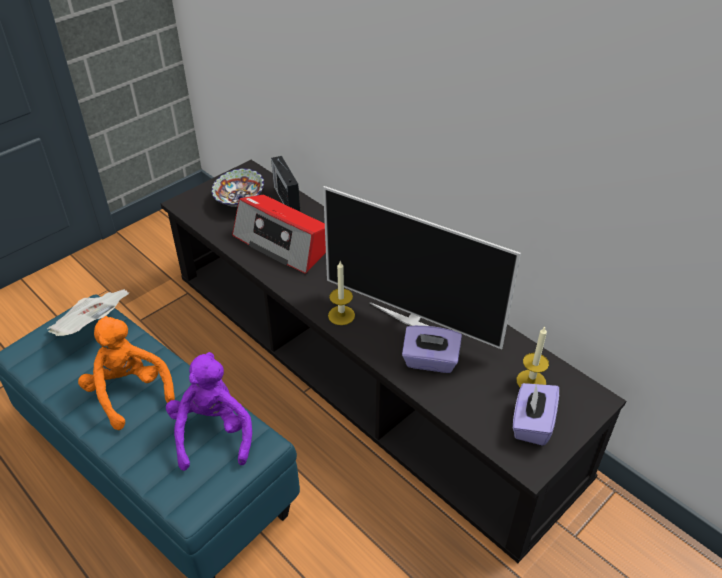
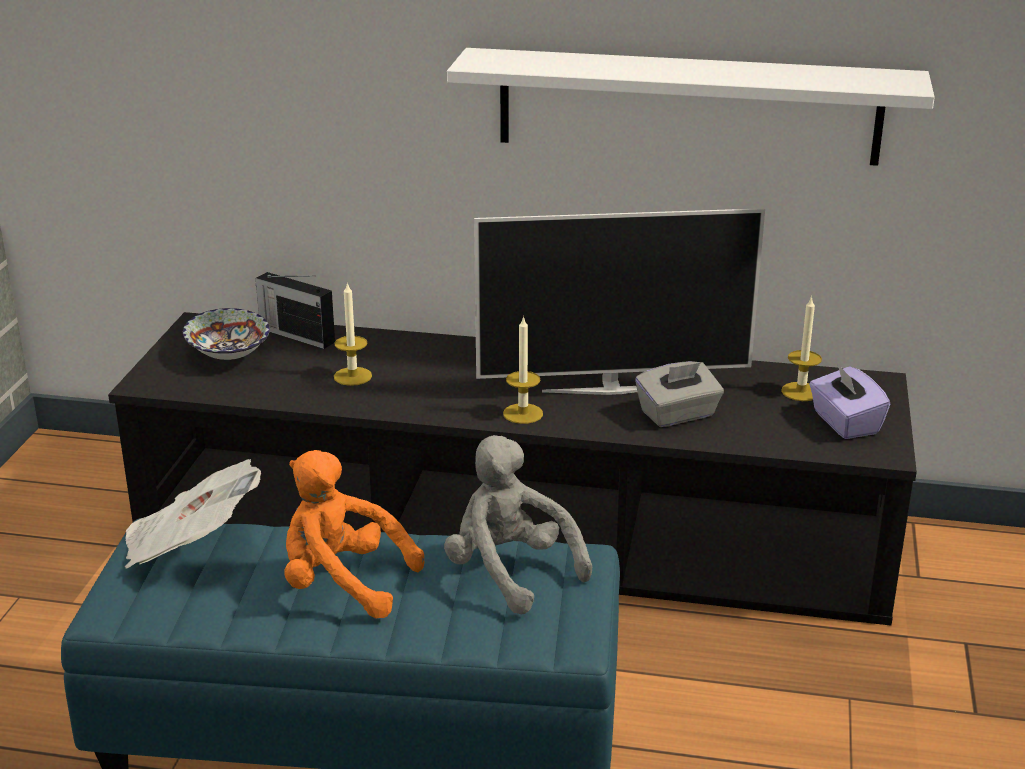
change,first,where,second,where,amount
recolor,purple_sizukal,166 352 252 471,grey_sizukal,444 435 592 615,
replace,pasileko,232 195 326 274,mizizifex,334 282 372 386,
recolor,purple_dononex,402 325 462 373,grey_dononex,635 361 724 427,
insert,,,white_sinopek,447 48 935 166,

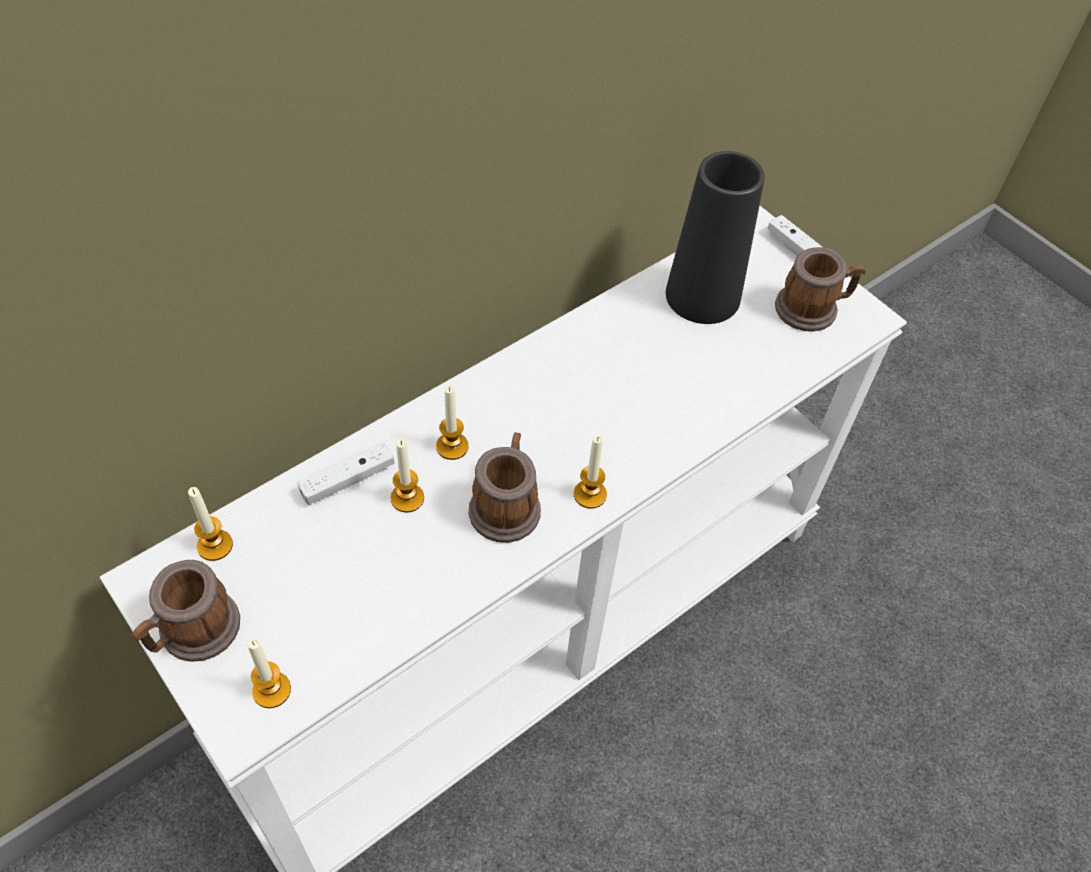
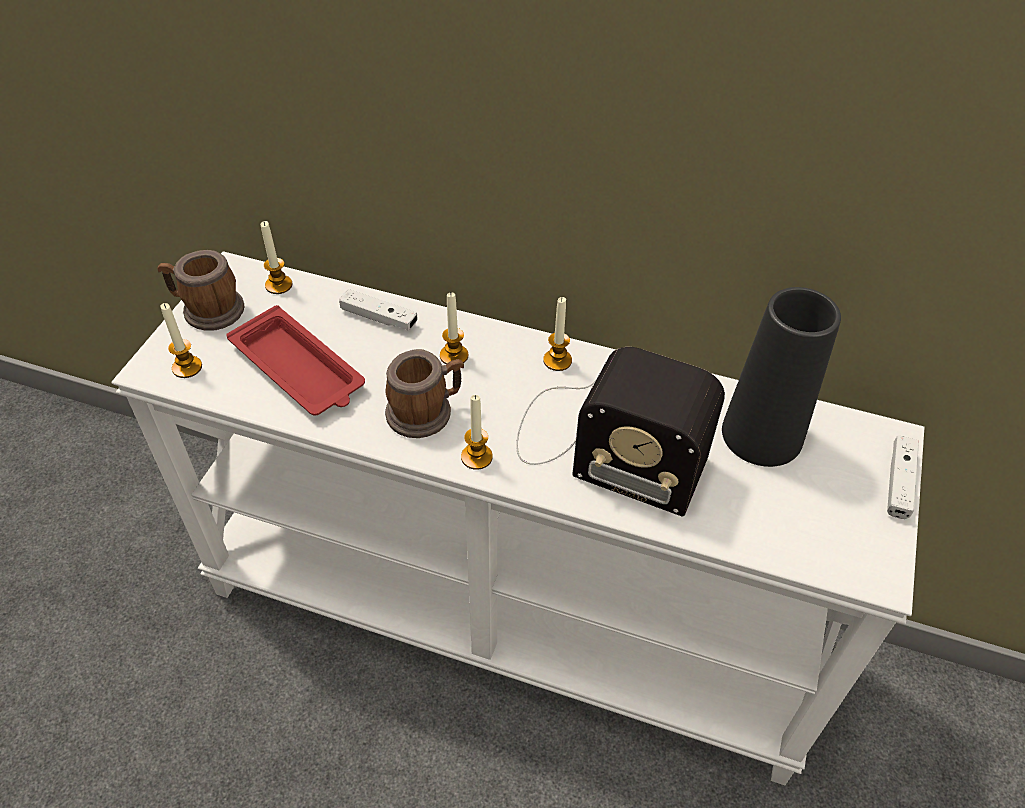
change,first,where,second,where,amount
move,mizizifex,390 439 424 513,,543 297 572 371,
delete,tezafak,775 247 866 332,,,
insert,,,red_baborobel,226 305 365 415,
insert,,,pasileko,516 347 725 517,

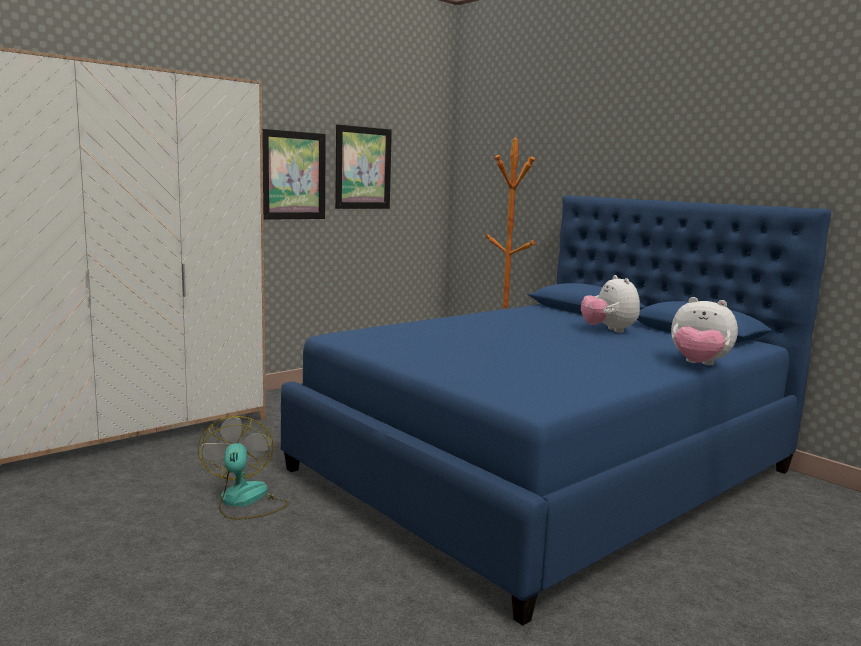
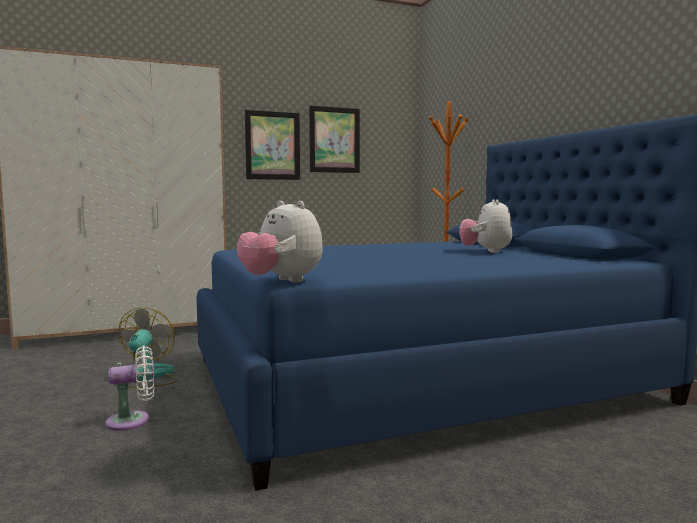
change,first,where,second,where,amount
move,sizukal,671 297 738 365,,237 201 323 282,
insert,,,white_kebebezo,105 345 154 431,

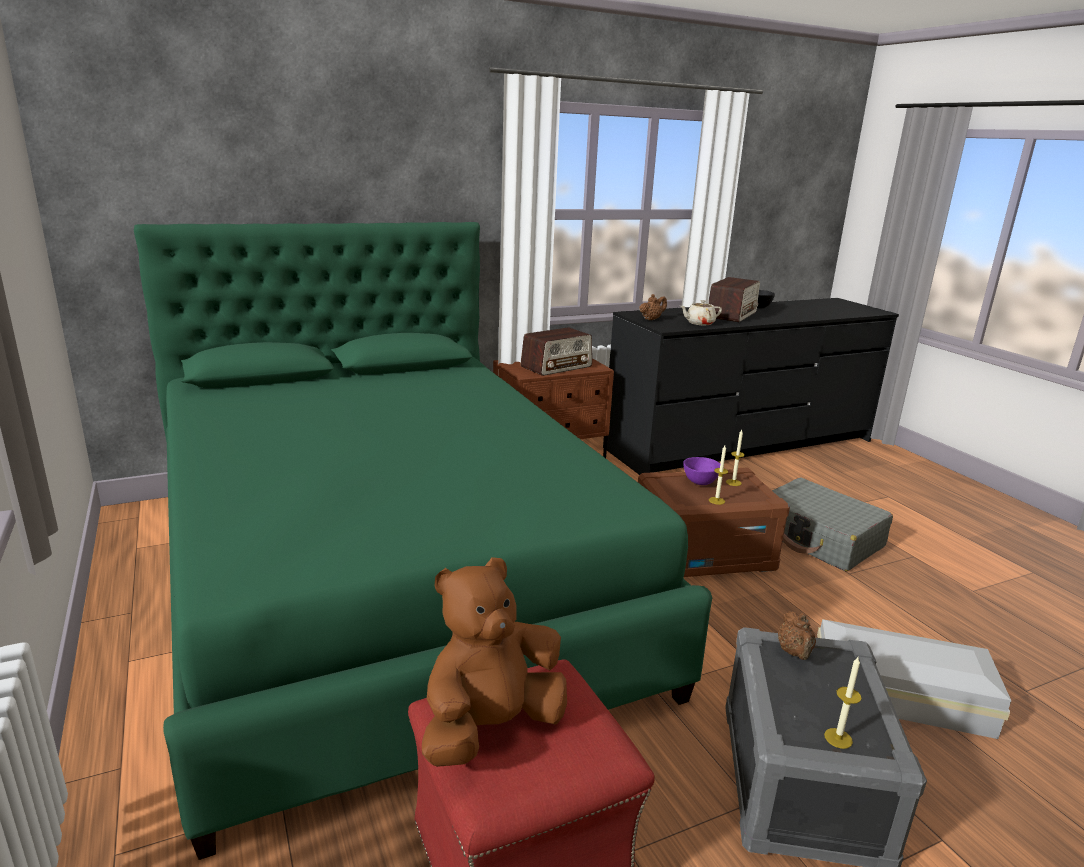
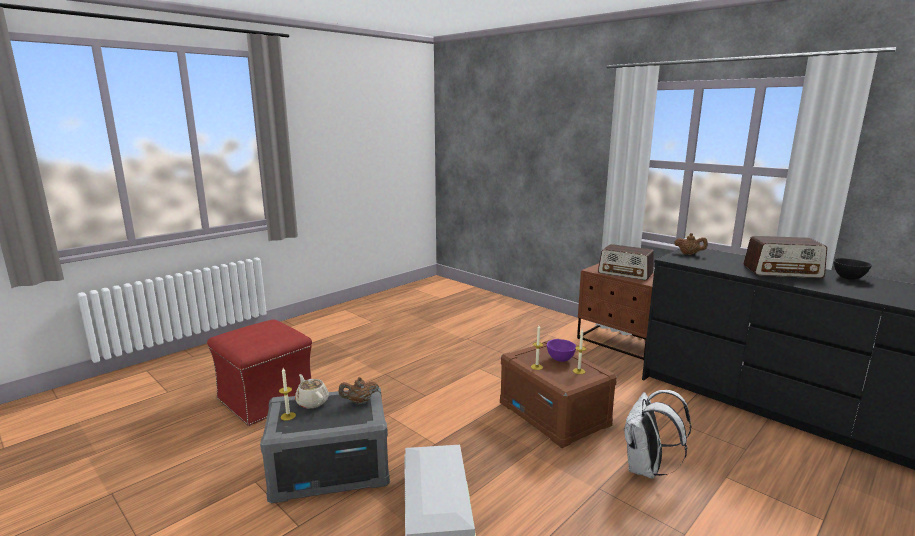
change,first,where,second,where,amount
delete,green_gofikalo,134 222 712 860,,,
delete,brown_sizukal,422 557 567 767,,,
move,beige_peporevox,680 300 722 325,,295 374 329 408,
replace,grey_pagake,772 478 893 571,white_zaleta,623 390 692 479,

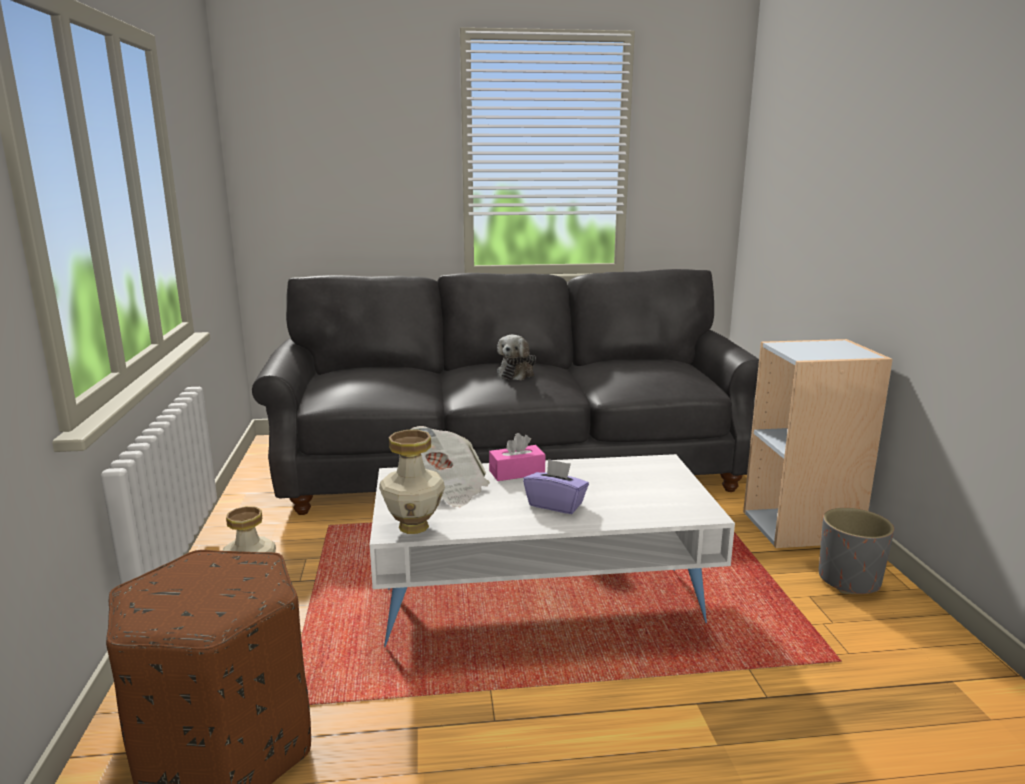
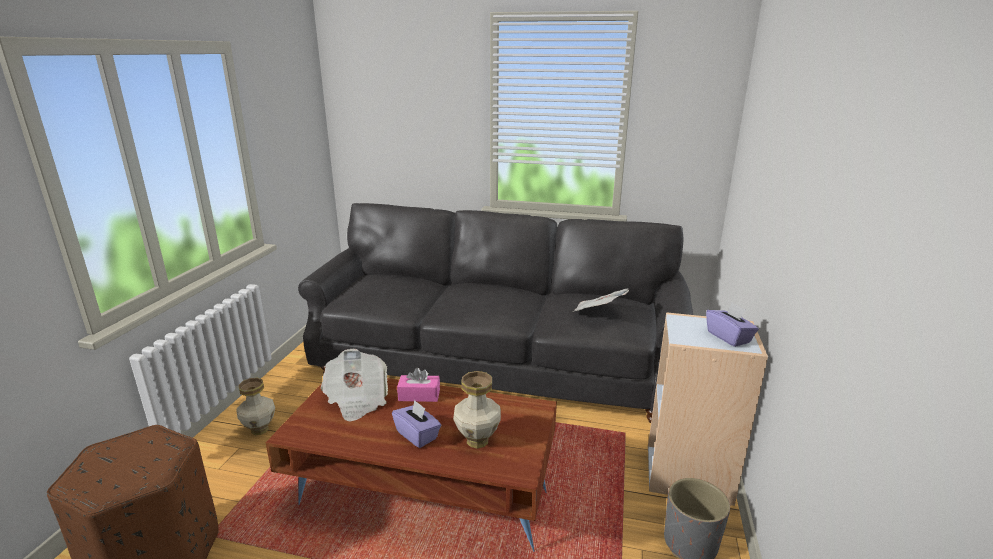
change,first,where,second,where,amount
recolor,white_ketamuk,370 454 735 647,brown_ketamuk,266 378 557 552,
move,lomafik,379 430 445 534,,453 371 501 448,
delete,sizukal,497 334 536 380,,,
insert,,,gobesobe,572 288 629 312,
insert,,,purple_dononex,706 302 759 347,

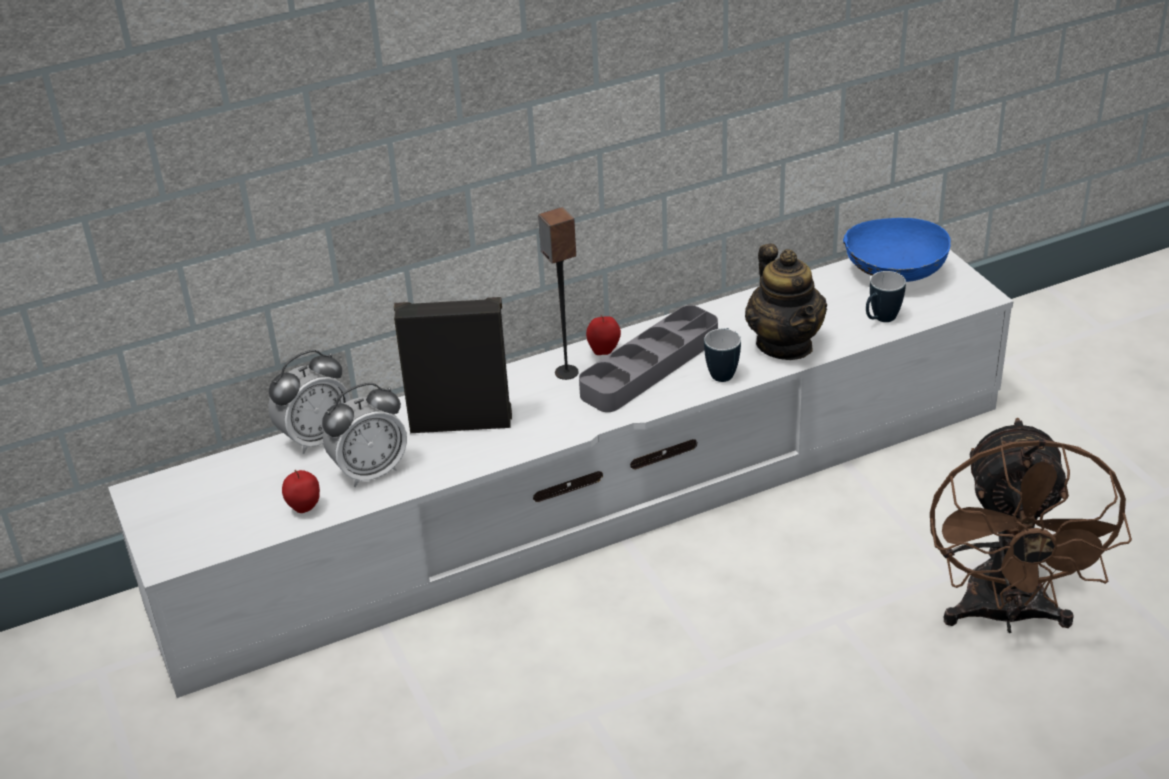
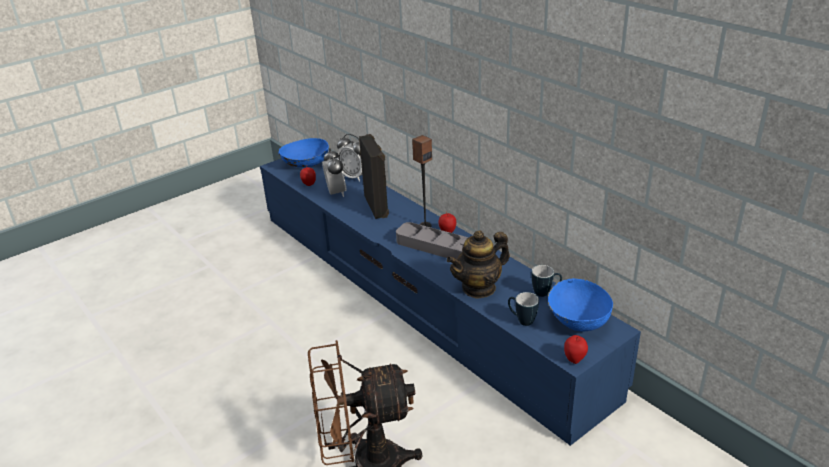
change,first,where,second,where,amount
recolor,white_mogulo,108 250 1014 698,blue_mogulo,260 158 641 446,
rotate,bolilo,322 383 407 487,,322 148 346 197,150 degrees counterclockwise
move,tezafak,704 328 741 382,,531 265 562 297,
insert,,,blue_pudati,278 138 329 168,
insert,,,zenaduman,564 335 588 364,

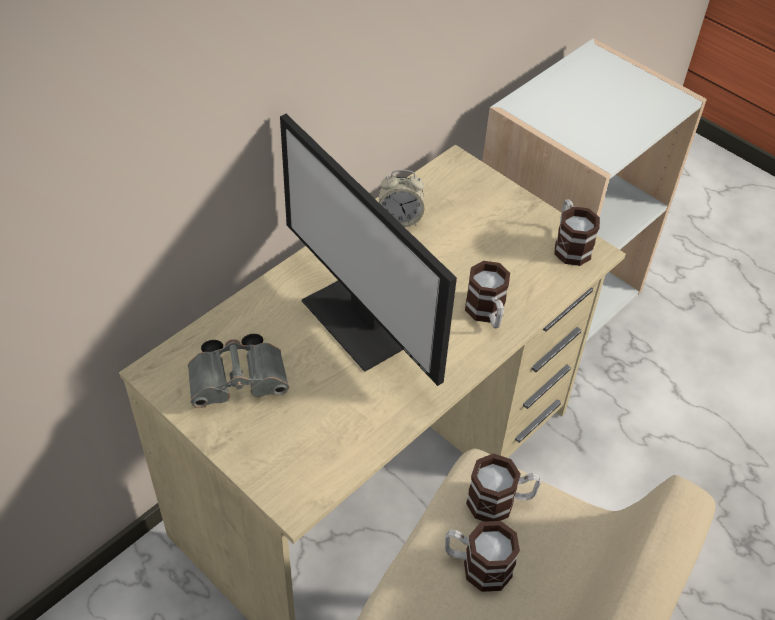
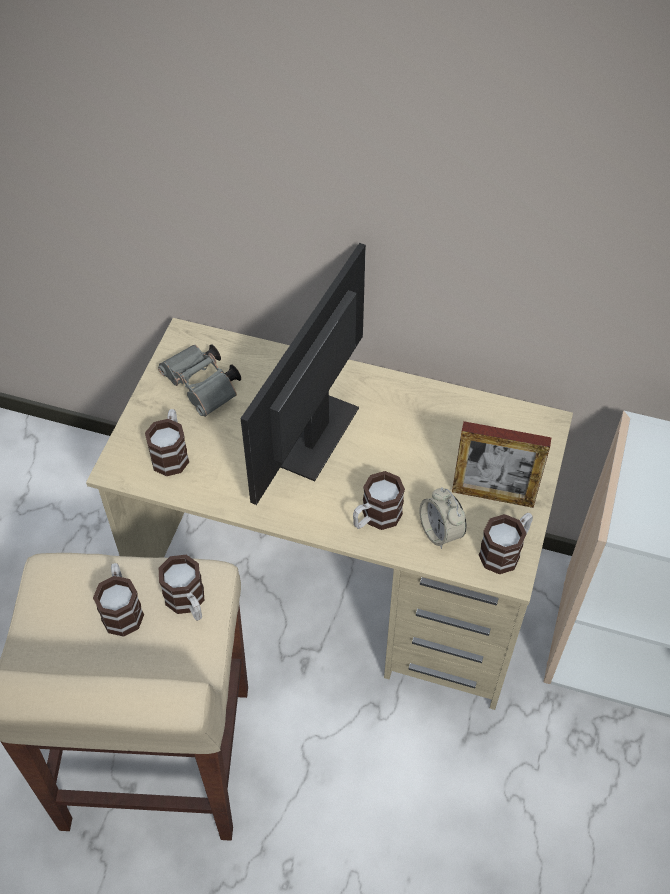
change,first,where,second,where,amount
move,bolilo,379 170 424 228,,419 487 467 549,
insert,,,tezafak,145 409 189 476,
insert,,,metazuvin,452 421 551 508,

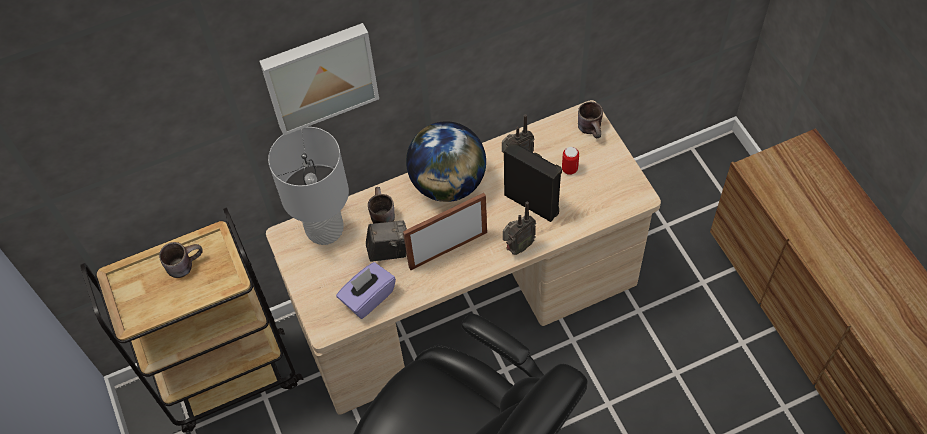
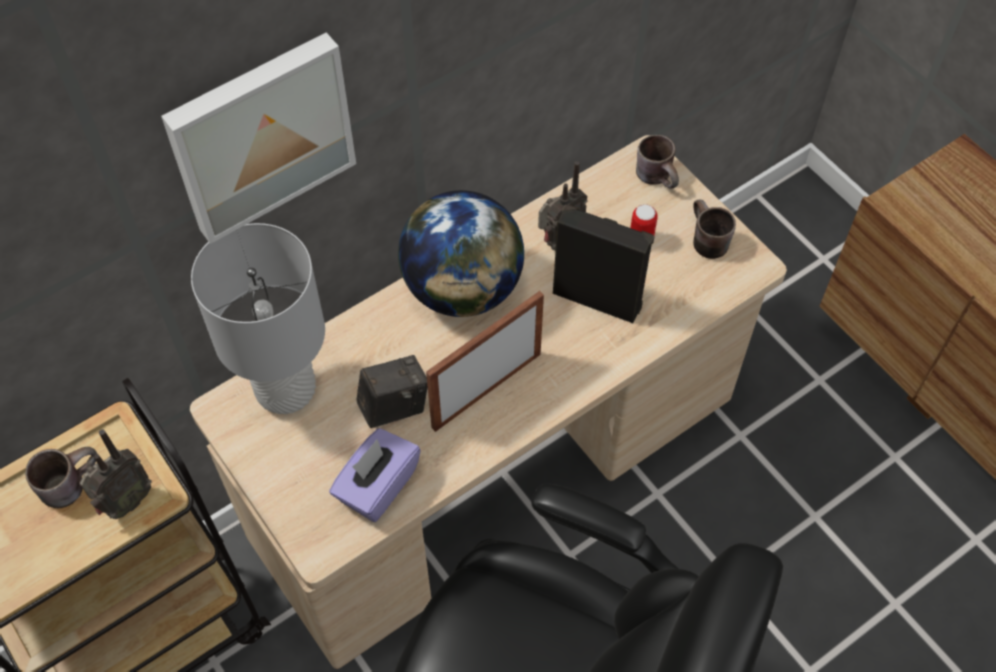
change,first,where,second,where,amount
move,brown_tezafak,368 187 395 224,,693 200 736 259,
move,pasileko,503 201 536 255,,80 429 152 519,

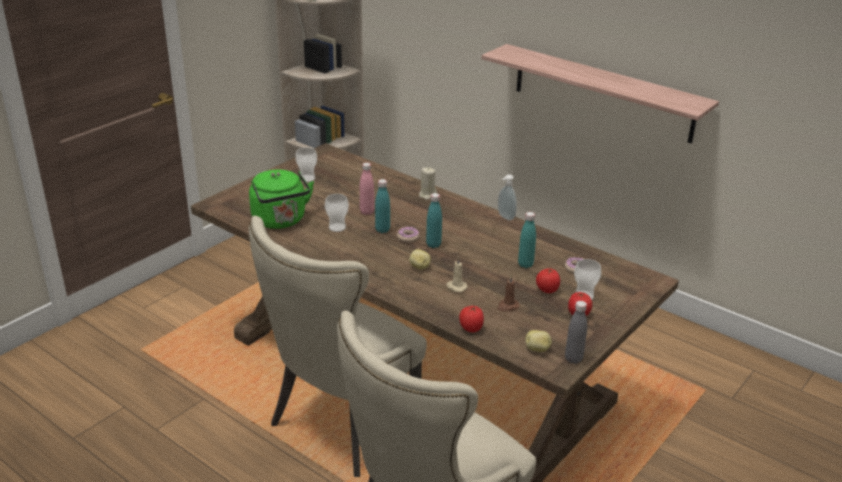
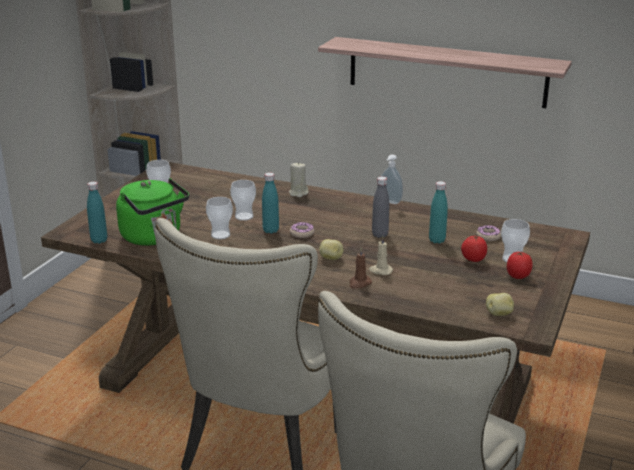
change,first,where,second,where,amount
replace,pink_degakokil,360 163 374 215,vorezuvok,230 180 256 221,
move,turquoise_degakokil,426 193 442 248,,87 181 107 244,
delete,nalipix,459 306 484 332,,,
move,brown_mizizifex,497 275 519 311,,350 247 372 289,
move,grey_degakokil,565 301 587 364,,372 176 389 238,

